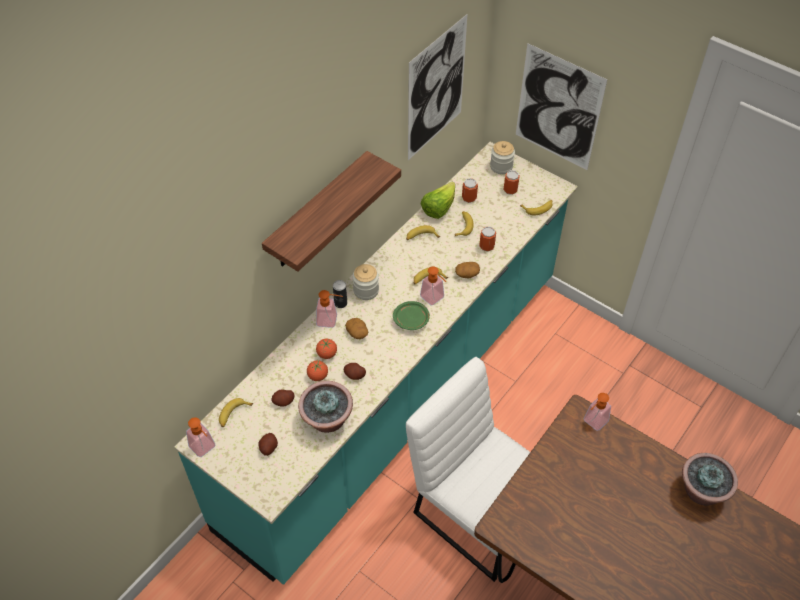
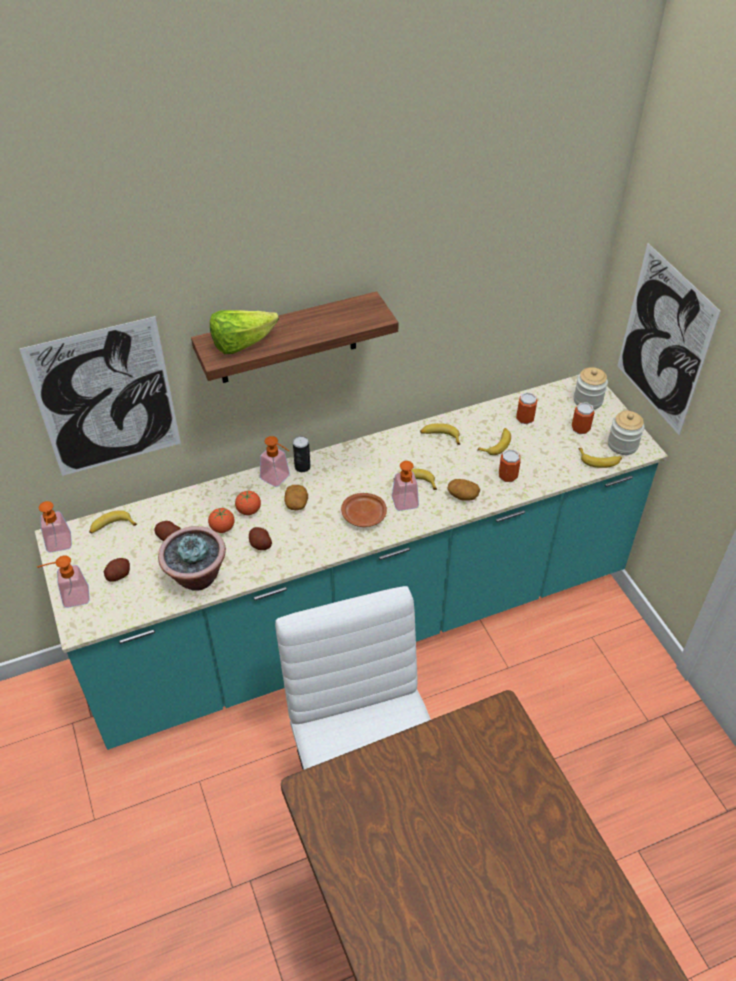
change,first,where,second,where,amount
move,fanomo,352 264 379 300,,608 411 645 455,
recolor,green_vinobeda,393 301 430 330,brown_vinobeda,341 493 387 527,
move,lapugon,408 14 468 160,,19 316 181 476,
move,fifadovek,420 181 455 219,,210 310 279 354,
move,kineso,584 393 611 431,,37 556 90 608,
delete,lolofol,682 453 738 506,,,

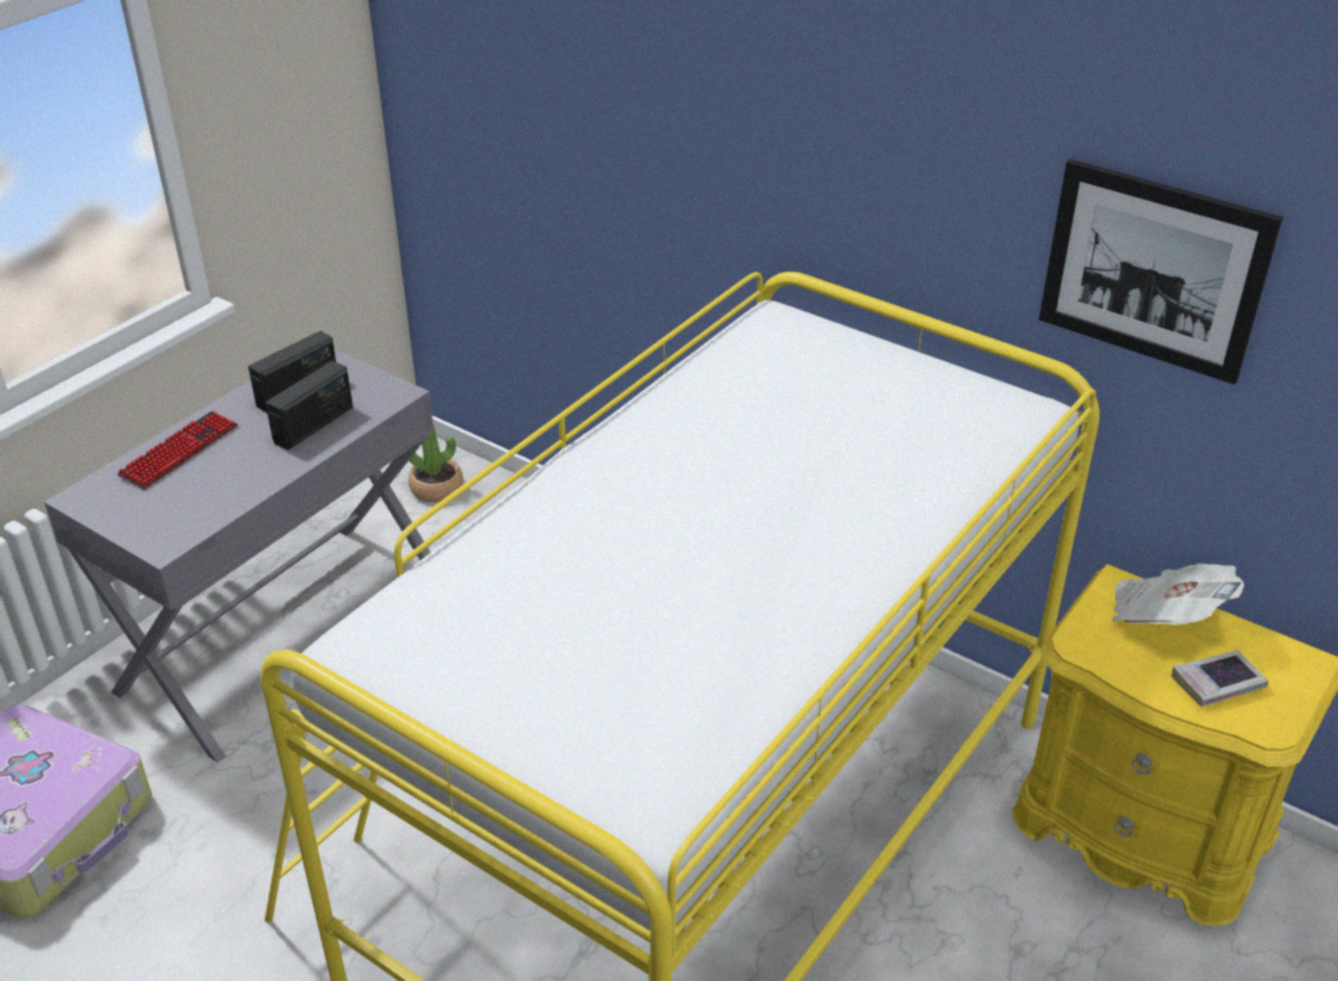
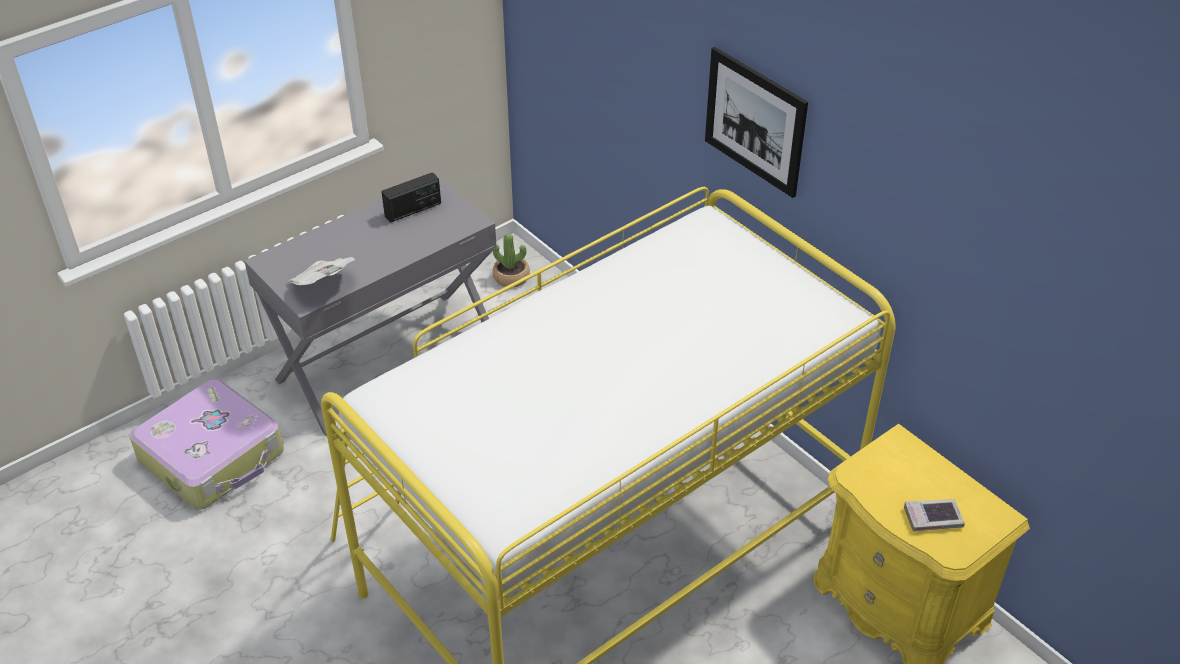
change,first,where,second,where,amount
delete,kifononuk,117 411 238 489,,,
delete,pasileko,265 361 353 450,,,
move,lapugon,1039 159 1283 385,,705 47 808 198,
move,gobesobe,1112 563 1244 625,,288 257 355 285,

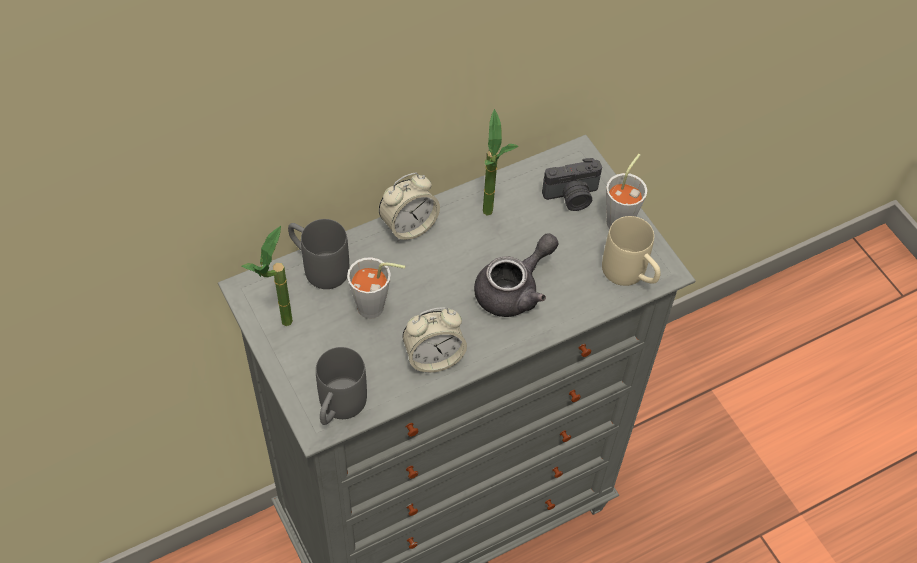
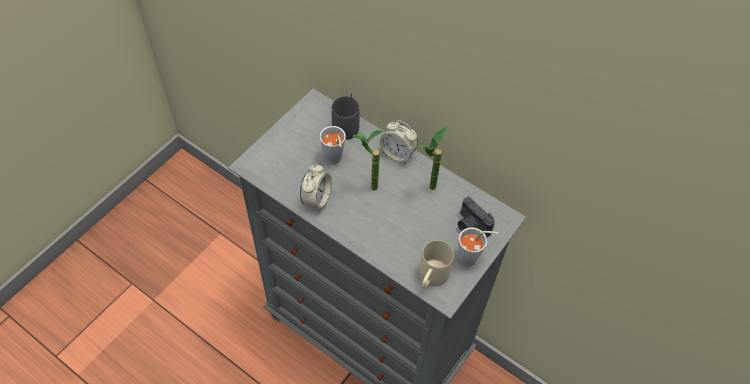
change,first,where,second,where,amount
move,lolofol,242 226 293 326,,352 130 383 191,
delete,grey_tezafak,316 347 367 425,,,
rotate,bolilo,402 307 467 373,,300 164 332 211,120 degrees counterclockwise
delete,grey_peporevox,474 233 558 317,,,

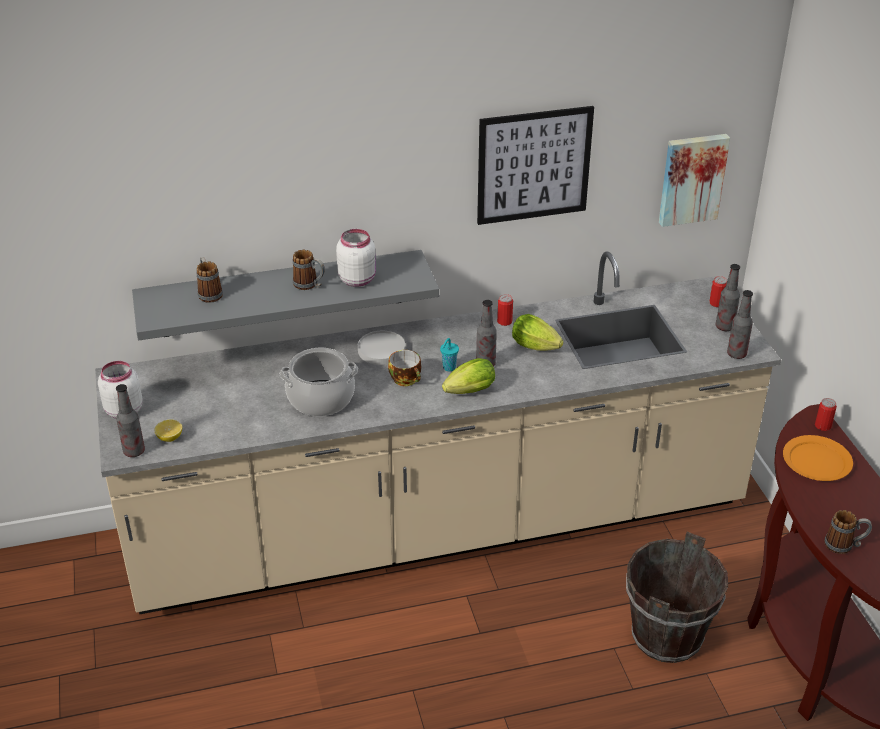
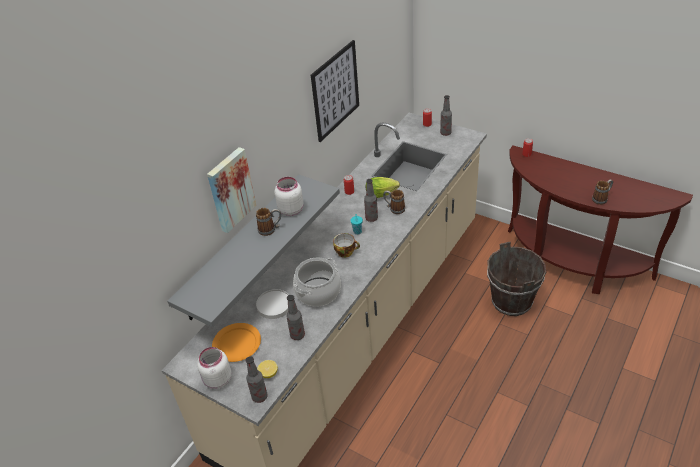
change,first,where,second,where,amount
move,tezafak,197 257 223 303,,383 190 405 214,
move,white_vinobeda,358 331 405 365,,256 289 289 319,
delete,fifadovek,442 358 495 394,,,
move,lapugon,659 134 730 227,,207 147 257 233,
move,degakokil,727 290 753 359,,286 295 305 340,
move,orange_vinobeda,783 435 853 481,,212 323 261 362,

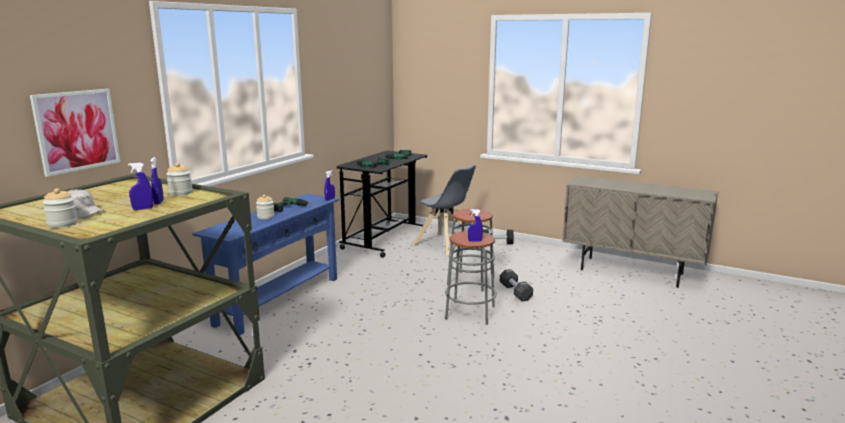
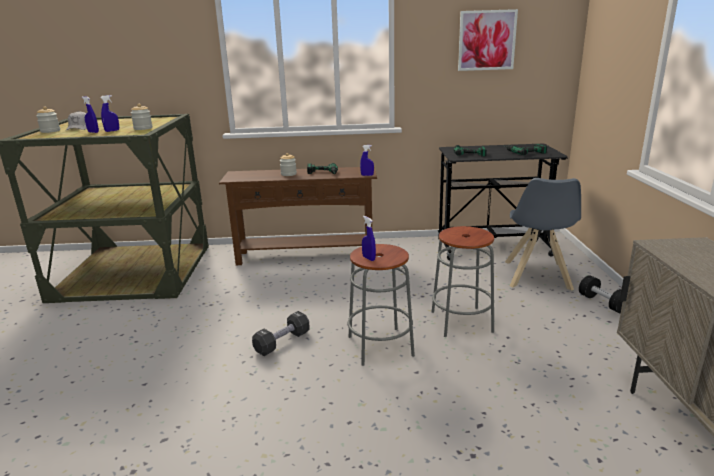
change,first,where,second,where,amount
move,lapugon,30 89 120 177,,458 9 518 71,
recolor,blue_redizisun,192 194 340 335,brown_redizisun,219 167 377 265,
move,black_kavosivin,500 269 533 302,,252 311 310 356,

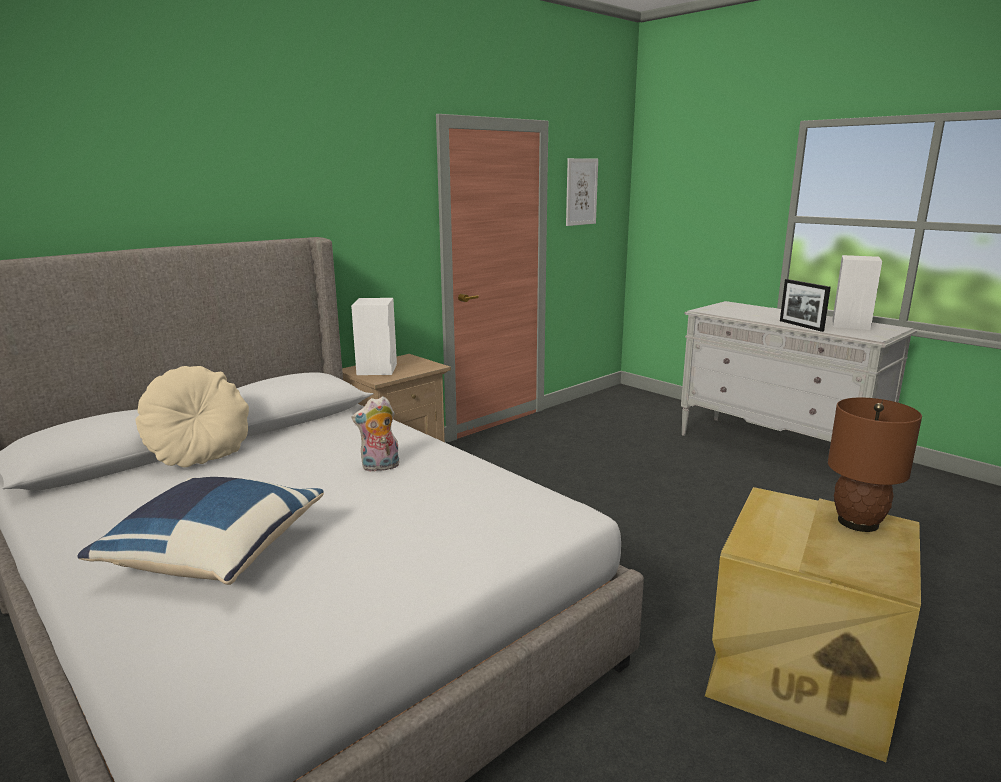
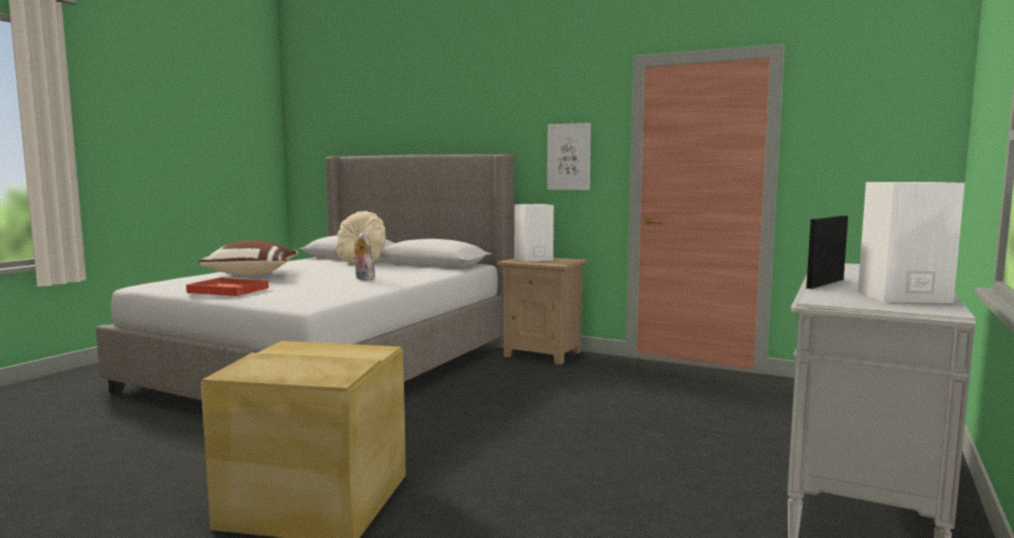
change,first,where,second,where,amount
recolor,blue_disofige,77 477 324 585,brown_disofige,198 240 299 276,
move,lapugon,566 158 598 226,,547 123 591 190,
delete,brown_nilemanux,828 398 922 532,,,
insert,,,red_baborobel,186 277 270 296,

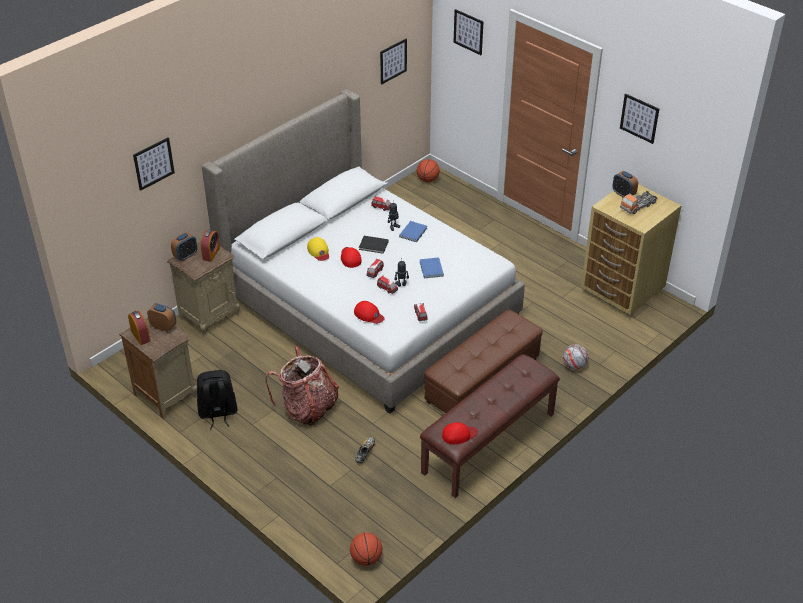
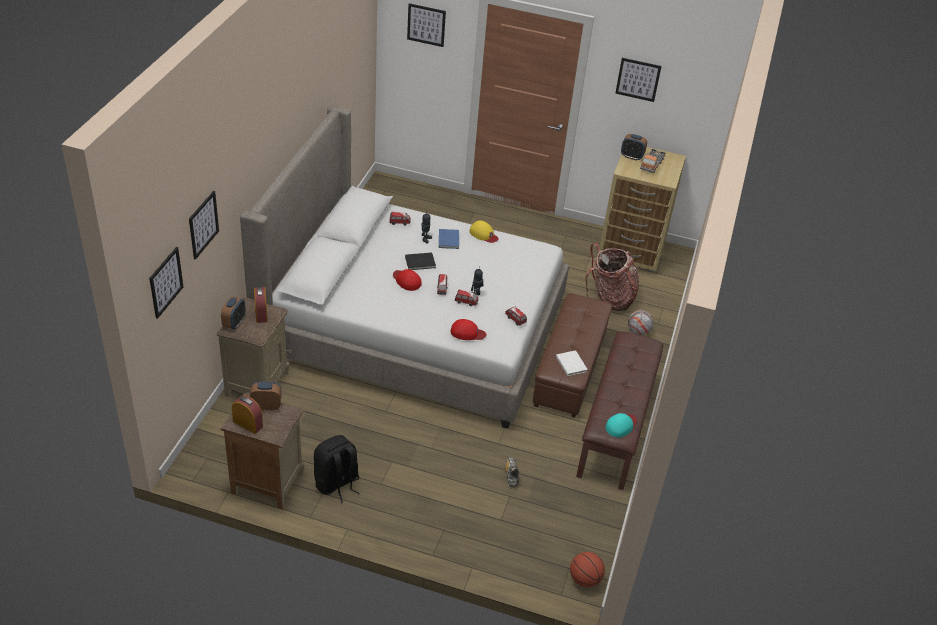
change,first,where,second,where,amount
move,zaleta,265 346 339 425,,586 243 639 311,
move,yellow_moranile,307 237 329 261,,470 221 499 243,
move,lapugon,380 39 407 85,,149 247 184 319,
delete,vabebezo,417 159 440 182,,,
delete,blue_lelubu,420 257 444 278,,,
recolor,red_moranile,442 422 478 444,turquoise_moranile,605 413 637 438,
insert,,,white_lelubu,556 350 588 376,

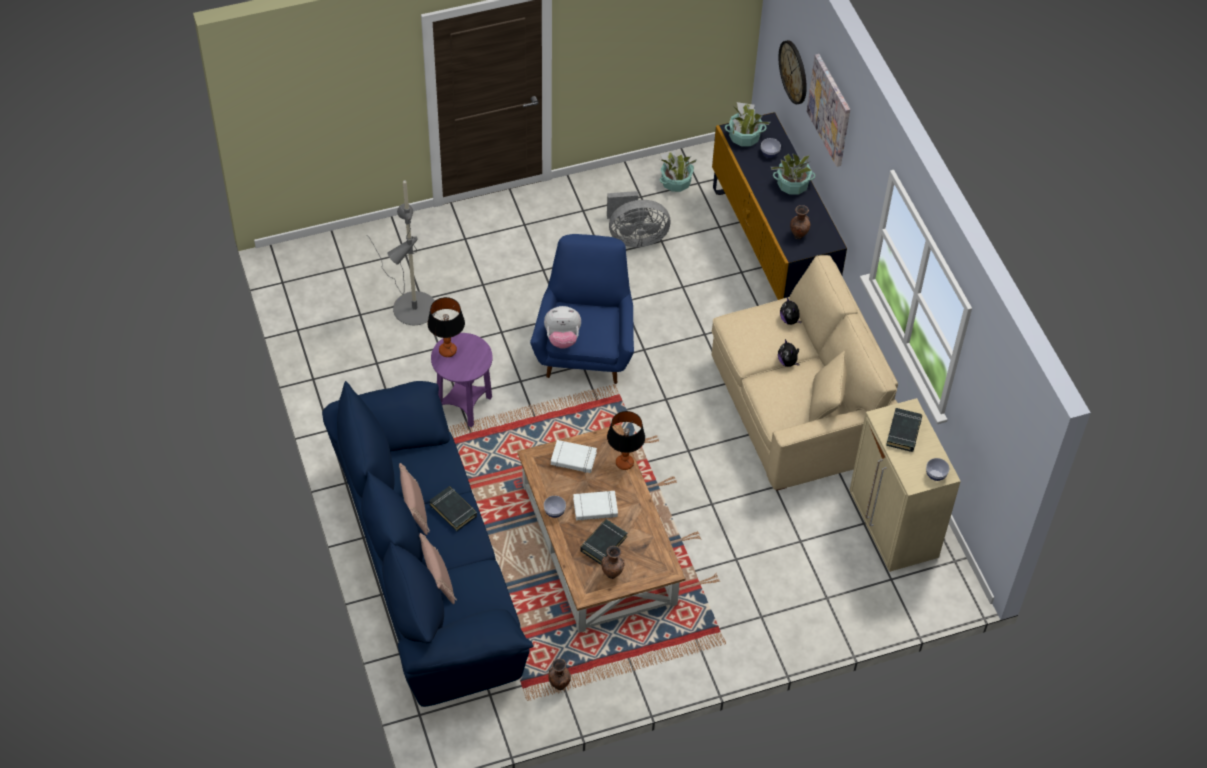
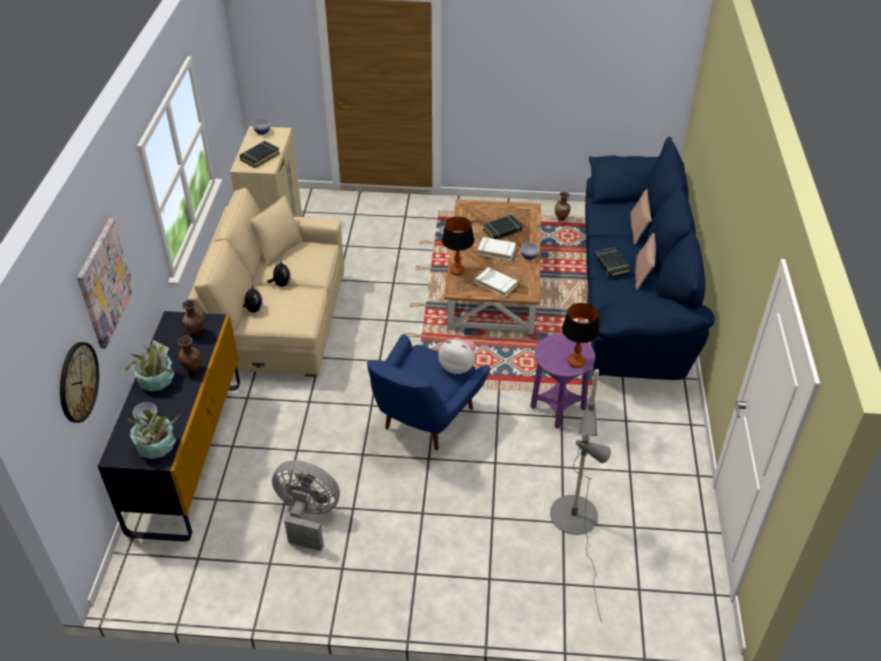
change,first,where,second,where,amount
move,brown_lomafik,601 546 625 579,,178 335 201 373,
delete,lolofol,660 151 697 192,,,

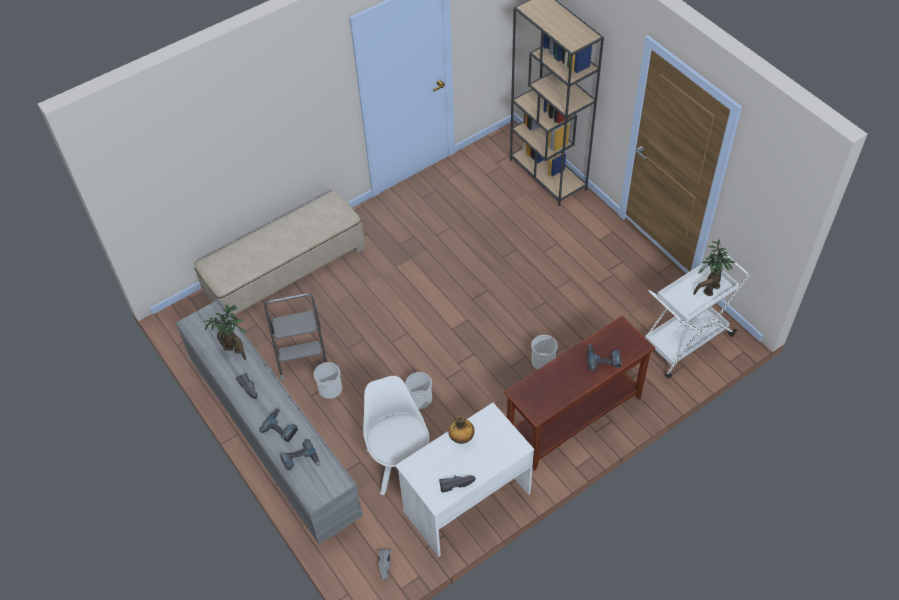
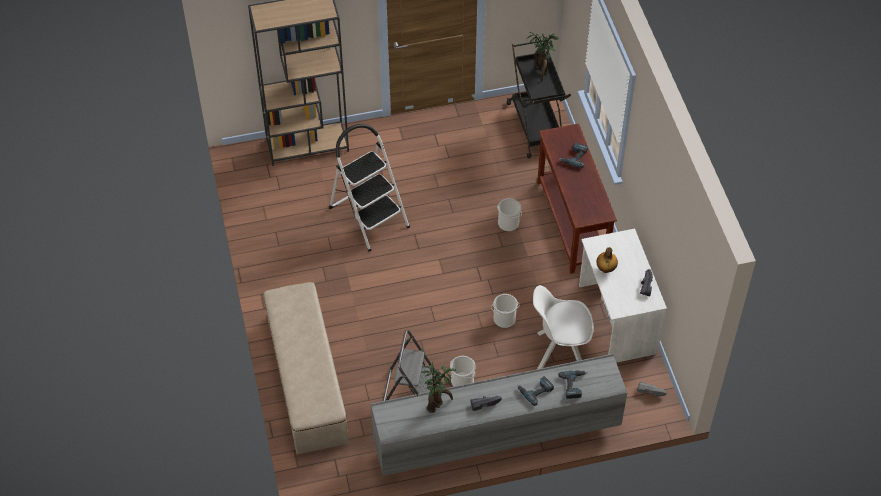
change,first,where,second,where,amount
recolor,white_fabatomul,645 245 752 379,black_fabatomul,507 37 571 158,
insert,,,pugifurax,329 124 410 252,

